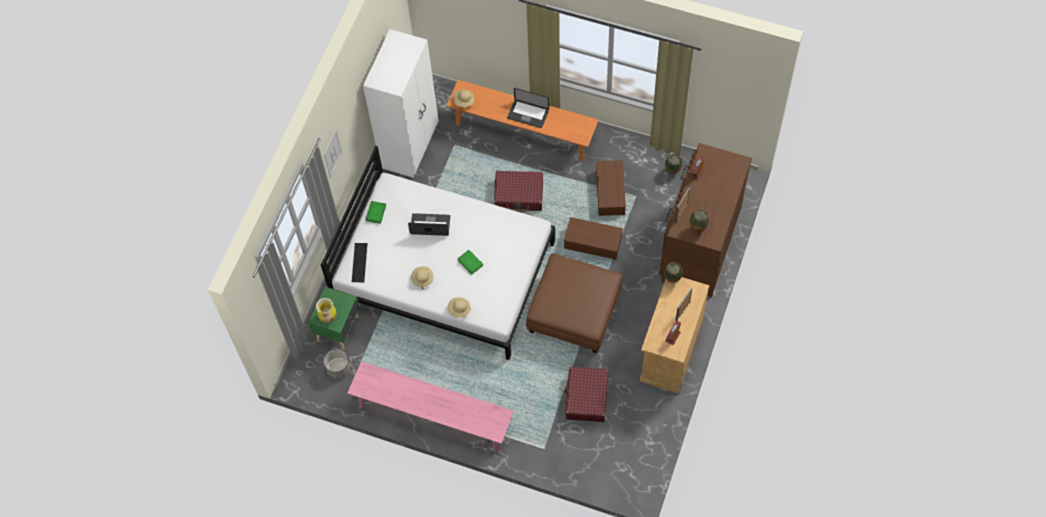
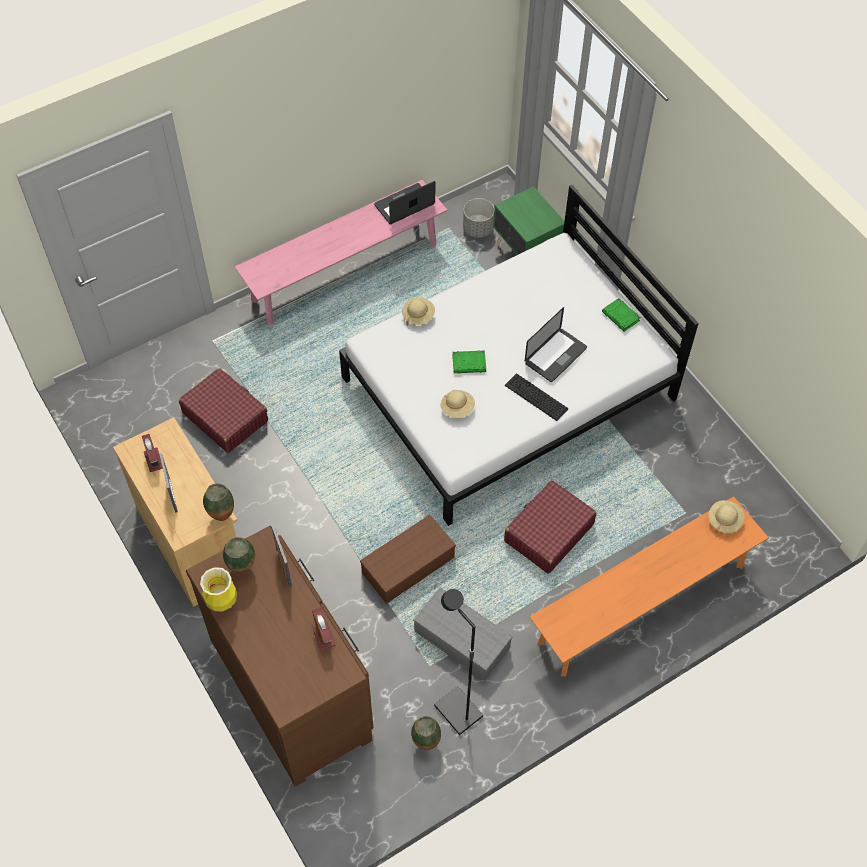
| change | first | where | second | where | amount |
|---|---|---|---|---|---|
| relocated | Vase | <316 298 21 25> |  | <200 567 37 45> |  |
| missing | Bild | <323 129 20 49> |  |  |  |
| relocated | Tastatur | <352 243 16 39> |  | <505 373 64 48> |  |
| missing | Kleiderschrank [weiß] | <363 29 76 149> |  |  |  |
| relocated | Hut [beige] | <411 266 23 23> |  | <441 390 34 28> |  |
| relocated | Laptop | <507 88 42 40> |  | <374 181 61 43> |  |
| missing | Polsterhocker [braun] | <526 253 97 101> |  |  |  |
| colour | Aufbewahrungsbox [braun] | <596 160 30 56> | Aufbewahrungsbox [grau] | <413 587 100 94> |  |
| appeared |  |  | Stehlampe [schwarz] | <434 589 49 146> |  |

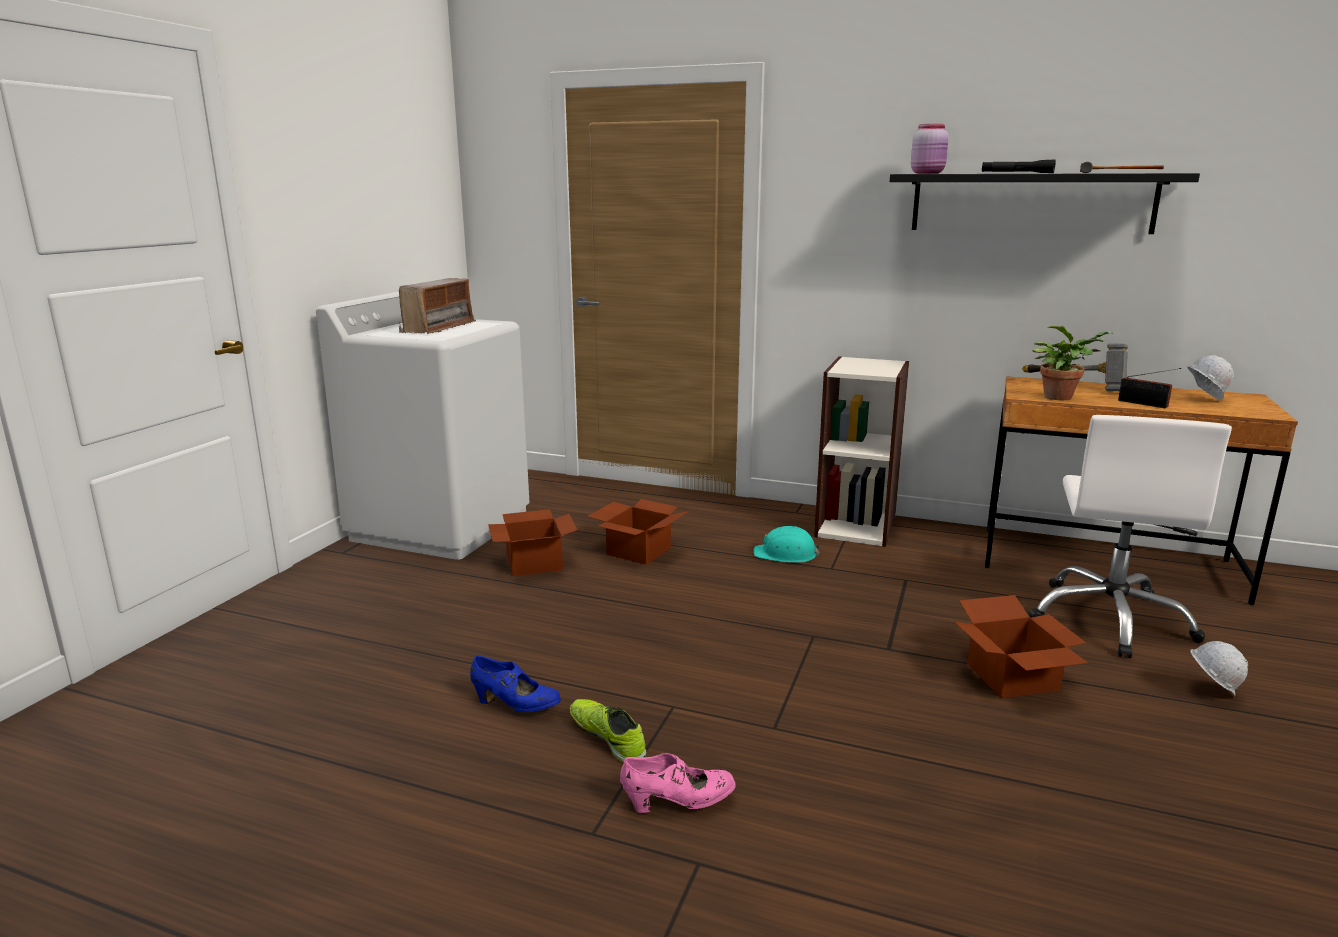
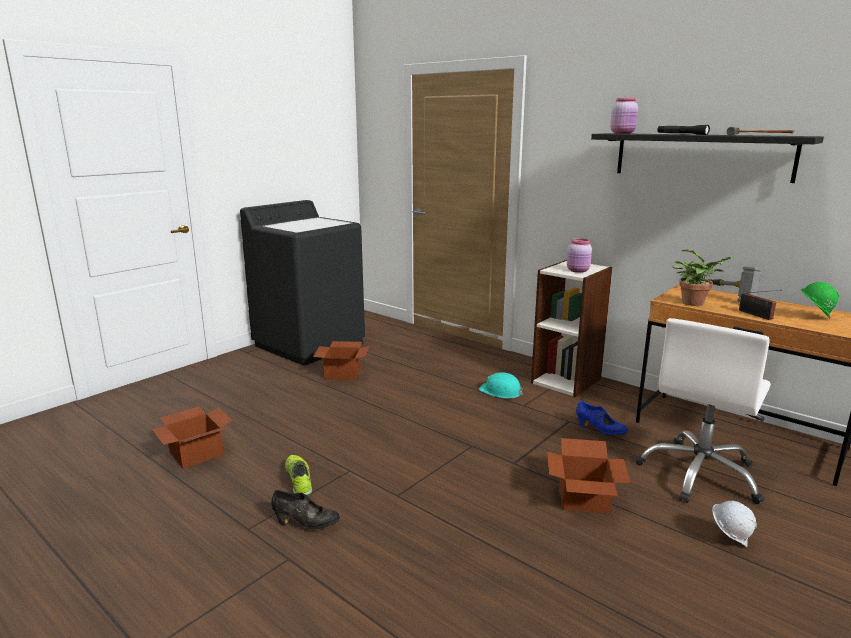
| change | first | where | second | where | amount |
|---|---|---|---|---|---|
| colour | Waschmaschine [weiß] | <316 292 214 268> | Waschmaschine [schwarz] | <240 200 125 165> |  |
| missing | Radio | <399 278 77 56> |  |  |  |
| relocated | Schuh [blau] | <470 656 91 56> |  | <576 401 52 34> |  |
| relocated | Karton | <587 499 102 66> |  | <151 407 82 62> |  |
| colour | Schuh [rosa] | <620 753 116 60> | Schuh [schwarz] | <272 490 68 40> |  |
| colour | Schutzhelm [weiß] | <1187 355 47 46> | Schutzhelm [grün] | <801 282 38 37> |  |
| appeared |  |  | Vorratsglas [rosa] | <567 238 25 35> |  |

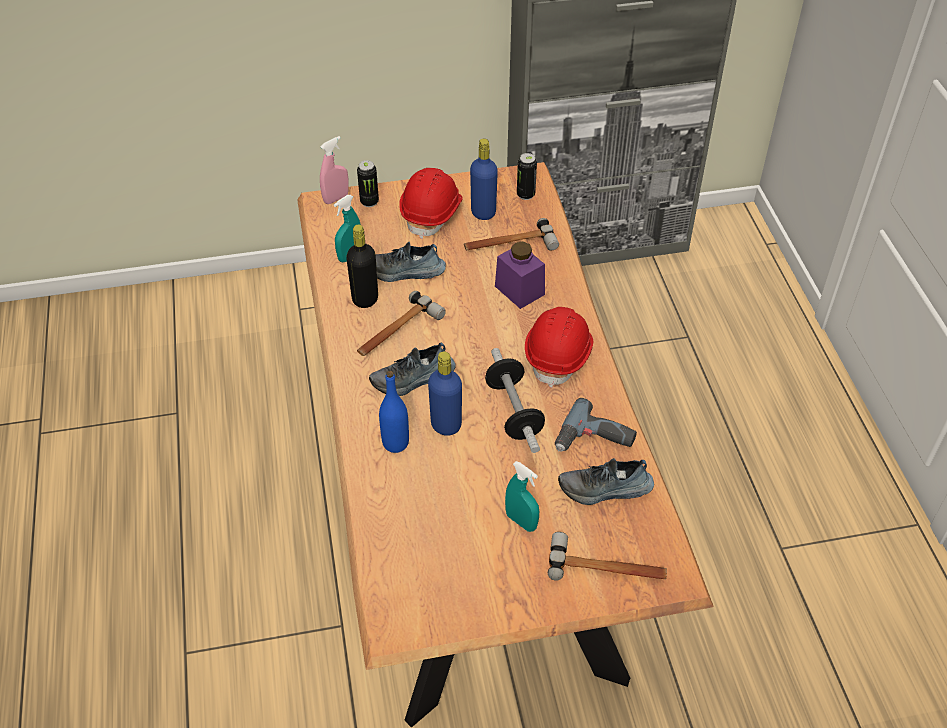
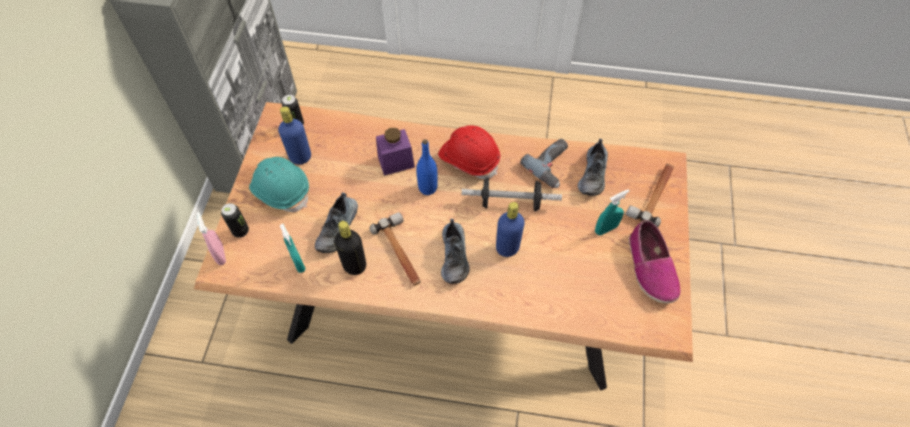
| change | first | where | second | where | amount |
|---|---|---|---|---|---|
| relocated | Flasche [blau] | <379 371 30 82> |  | <416 139 22 56> |  |
| colour | Schutzhelm [rot] | <399 168 64 71> | Schutzhelm [türkis] | <249 157 60 55> |  |
| missing | Hammer | <464 218 95 33> |  |  |  |
| appeared |  |  | Schuh | <628 220 53 83> |  |

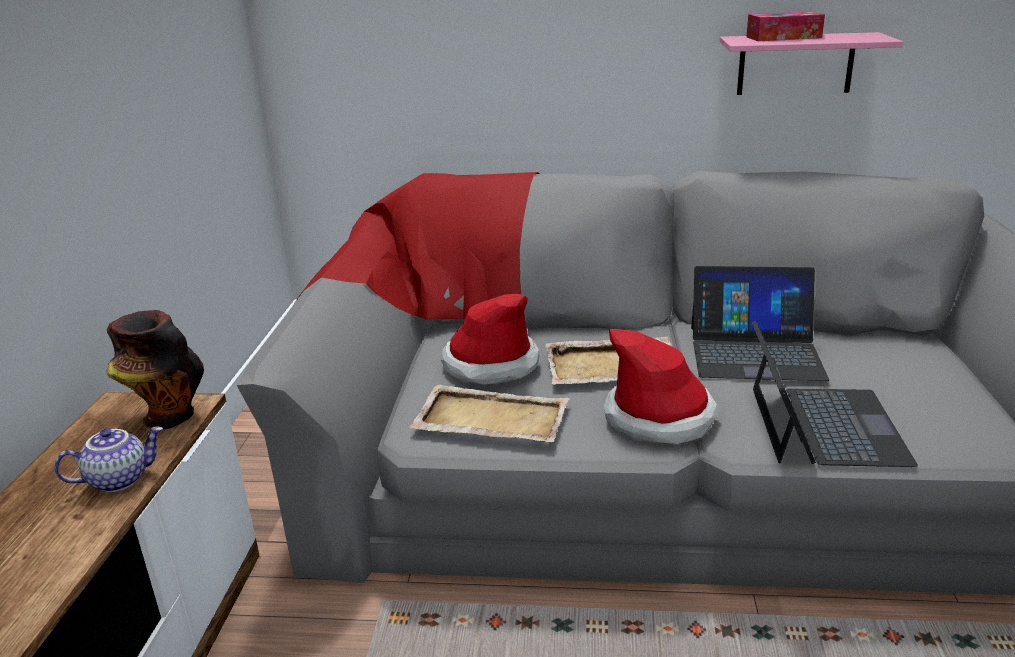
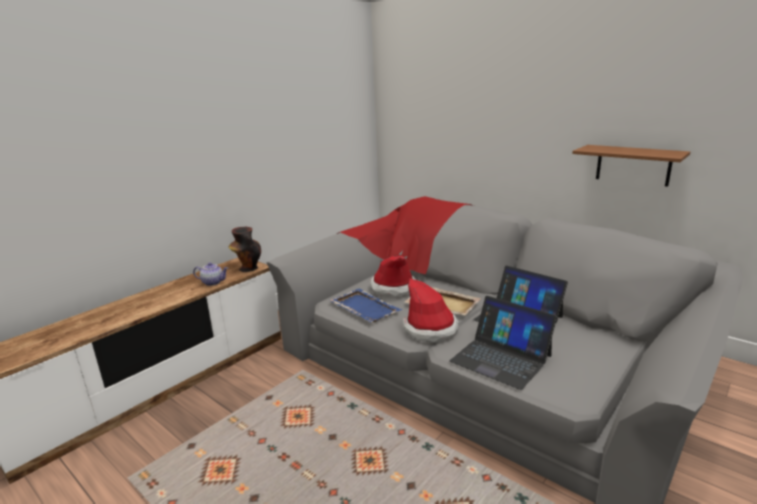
| change | first | where | second | where | amount |
|---|---|---|---|---|---|
| colour | Tablett [beige] | <409 385 160 57> | Tablett [blau] | <329 288 73 34> |  |
| colour | Wandregal [rosa] | <719 32 184 63> | Wandregal [braun] | <572 145 118 42> |  |
| missing | Taschentuchbox | <747 11 78 30> |  |  |  |
| spun | Laptop | <752 321 166 146> |  | <450 296 107 94> | 90 degrees clockwise |

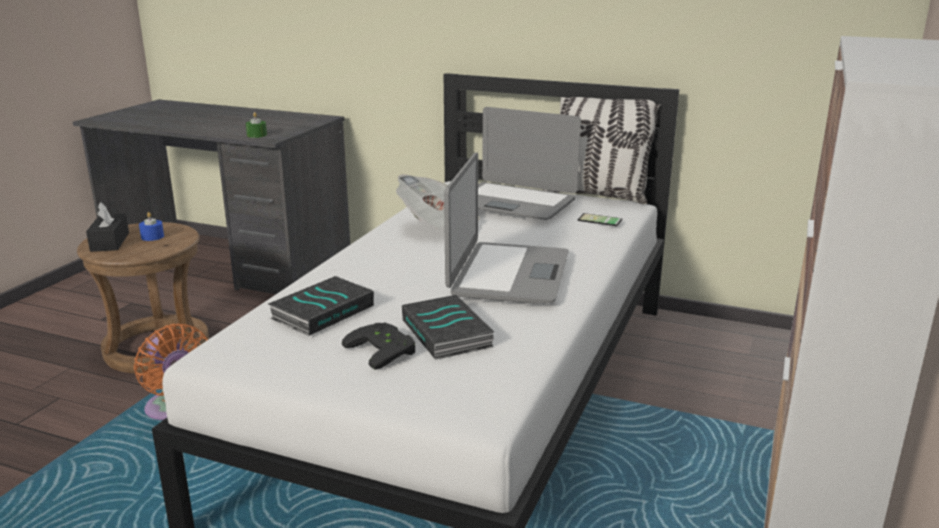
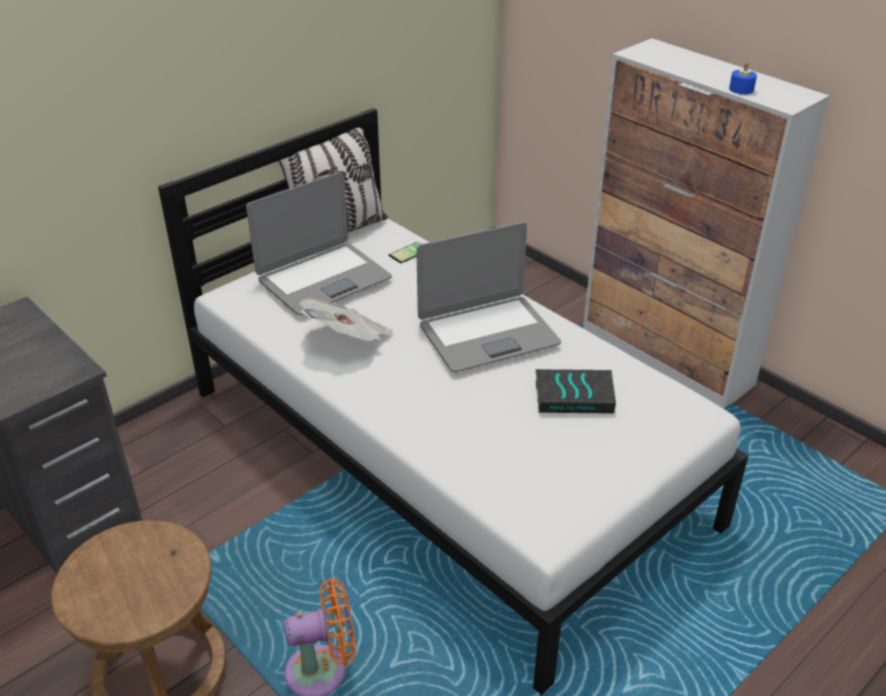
| change | first | where | second | where | amount |
|---|---|---|---|---|---|
| missing | Taschentuchbox [schwarz] | <86 202 43 50> |  |  |  |
| relocated | Kerze [blau] | <139 212 25 29> |  | <729 61 28 33> |  |
| missing | Kerze [grün] | <246 112 21 26> |  |  |  |
| missing | Buch | <268 276 106 60> |  |  |  |
| missing | Gamepad [schwarz] | <342 322 73 48> |  |  |  |
| spun | Laptop | <444 153 125 151> |  | <416 222 145 150> | 120 degrees clockwise |

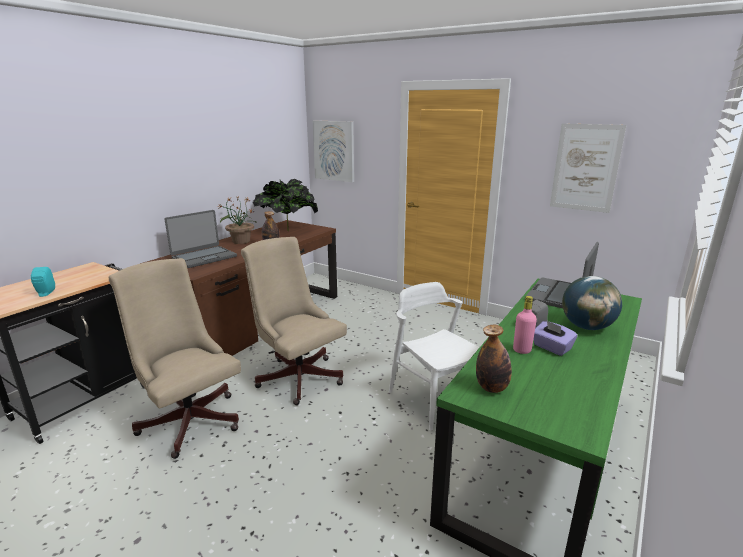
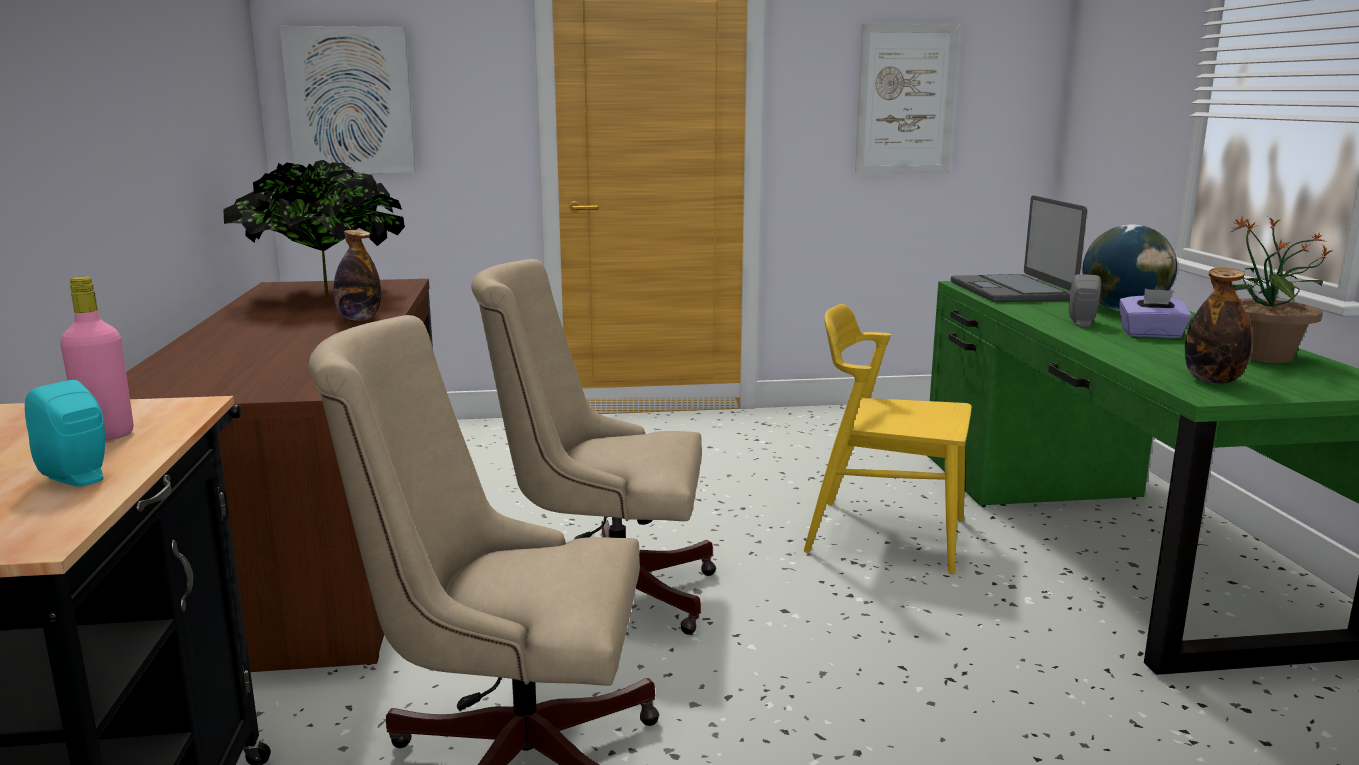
| change | first | where | second | where | amount |
|---|---|---|---|---|---|
| missing | Laptop | <164 210 73 58> |  |  |  |
| relocated | Topfpflanze | <218 196 38 48> |  | <1229 216 105 147> |  |
| colour | Stuhl [weiß] | <389 282 91 149> | Stuhl [gelb] | <804 304 168 270> |  |
| relocated | Flasche [rosa] | <513 296 24 58> |  | <60 276 73 165> |  |

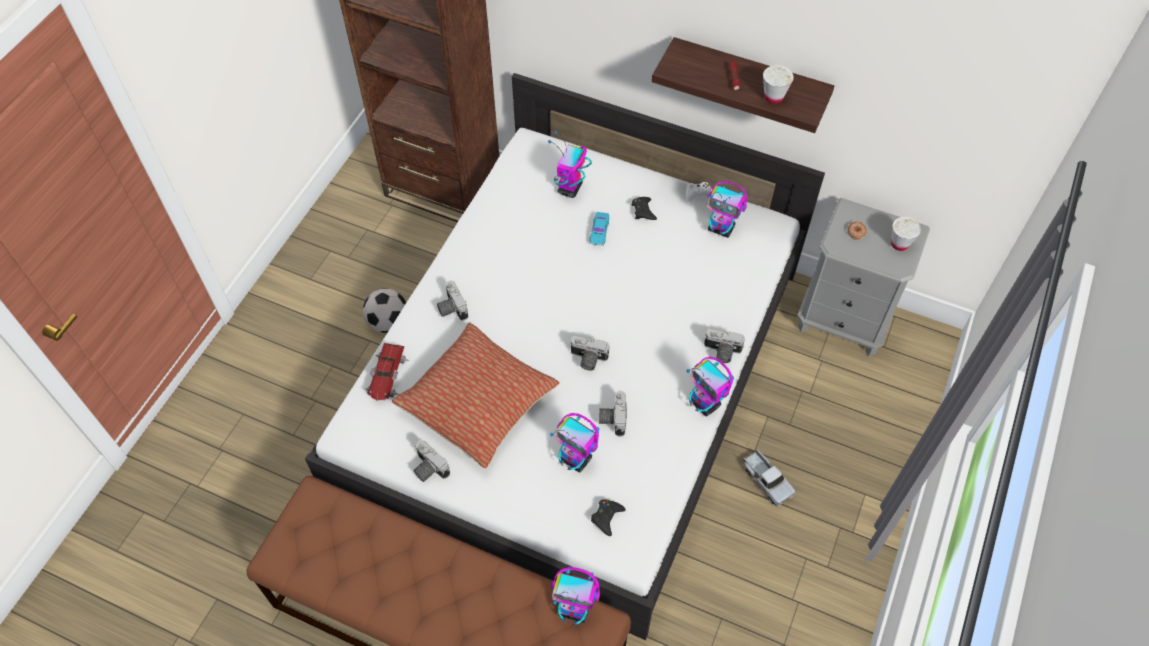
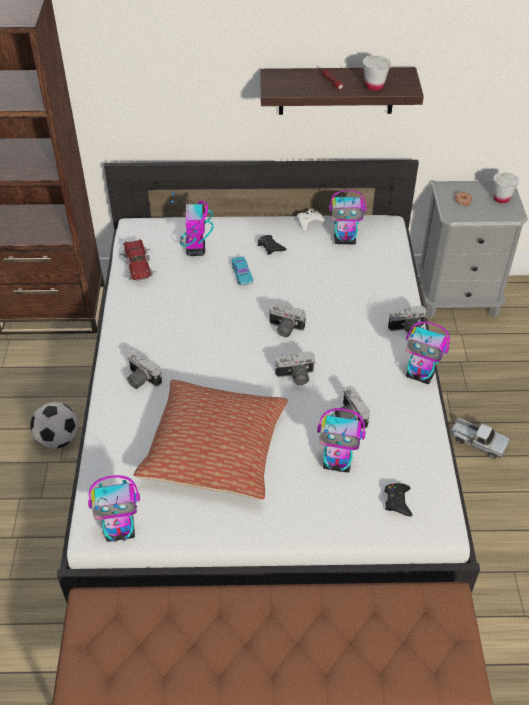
| change | first | where | second | where | amount |
|---|---|---|---|---|---|
| relocated | Spielzeugauto | <363 343 47 57> |  | <119 239 38 42> |  |
| relocated | Kamera | <413 440 37 42> |  | <268 304 38 33> |  |
| relocated | Spielzeugroboter | <551 567 49 58> |  | <88 475 52 67> |  |

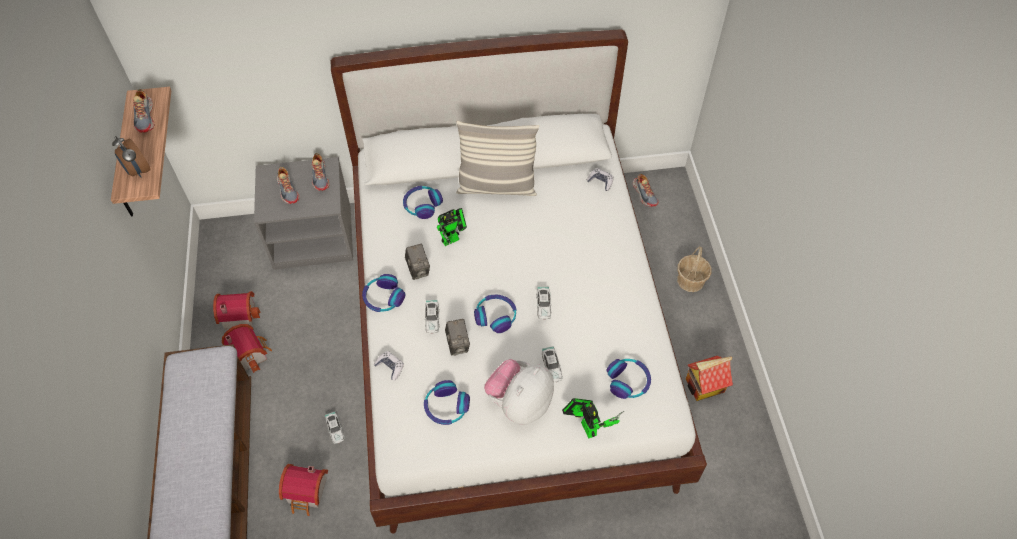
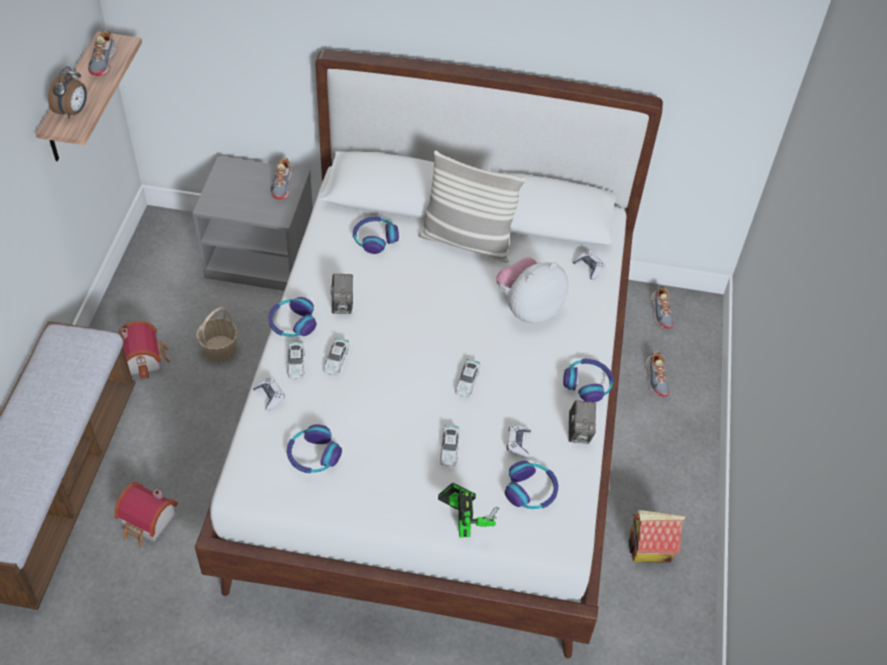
| change | first | where | second | where | amount |
|---|---|---|---|---|---|
| spun | Wecker | <112 136 39 41> |  | <48 66 39 53> | 135 degrees counterclockwise |
| missing | Spielzeughaus | <213 291 47 38> |  |  |  |
| relocated | Schuh | <277 167 22 37> |  | <645 351 25 46> |  |
| relocated | Spielzeugauto | <325 412 20 32> |  | <286 342 19 37> |  |
| missing | Spielzeugroboter | <437 208 30 38> |  |  |  |
| relocated | Kamera | <445 319 25 37> |  | <569 400 27 44> |  |
| relocated | Kopfhörer | <474 295 43 38> |  | <563 359 51 43> |  |
| relocated | Plüschtier | <484 359 70 66> |  | <496 257 72 66> |  |
| relocated | Korb | <677 246 34 46> |  | <196 307 42 56> |  |
| appeared |  |  | Gamepad | <507 425 24 33> |  |

